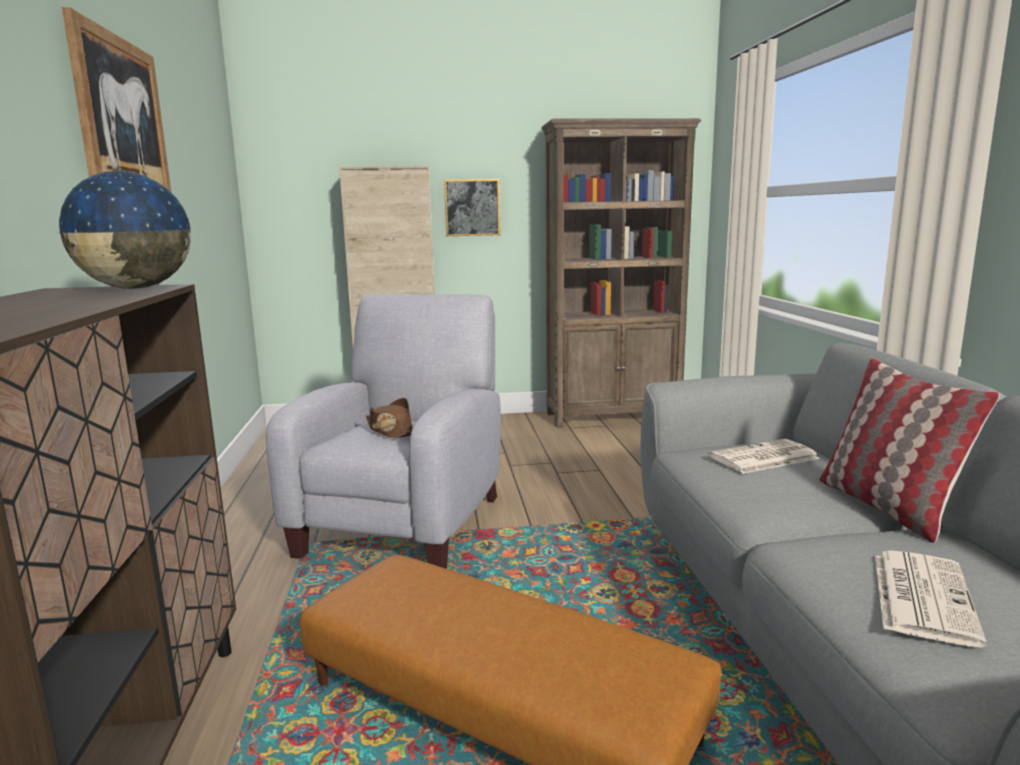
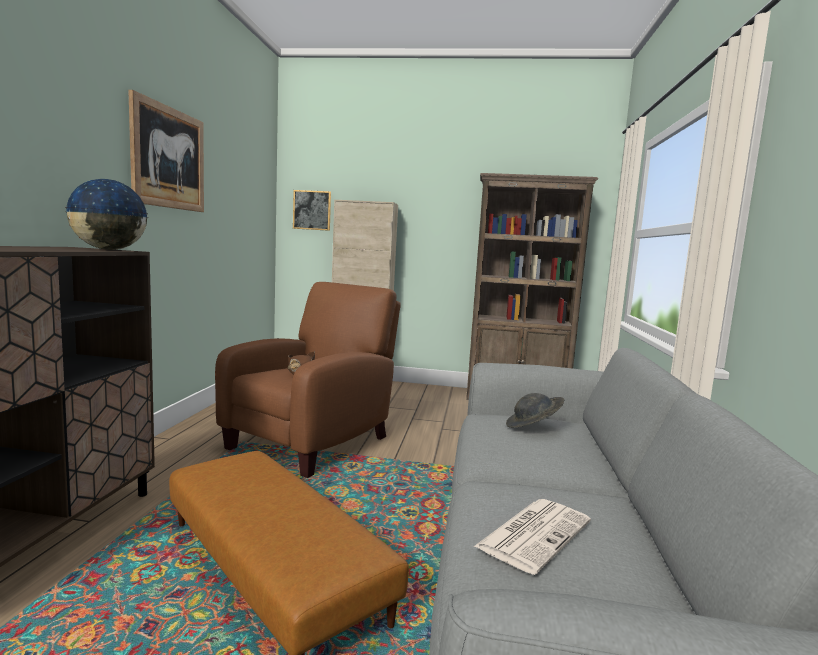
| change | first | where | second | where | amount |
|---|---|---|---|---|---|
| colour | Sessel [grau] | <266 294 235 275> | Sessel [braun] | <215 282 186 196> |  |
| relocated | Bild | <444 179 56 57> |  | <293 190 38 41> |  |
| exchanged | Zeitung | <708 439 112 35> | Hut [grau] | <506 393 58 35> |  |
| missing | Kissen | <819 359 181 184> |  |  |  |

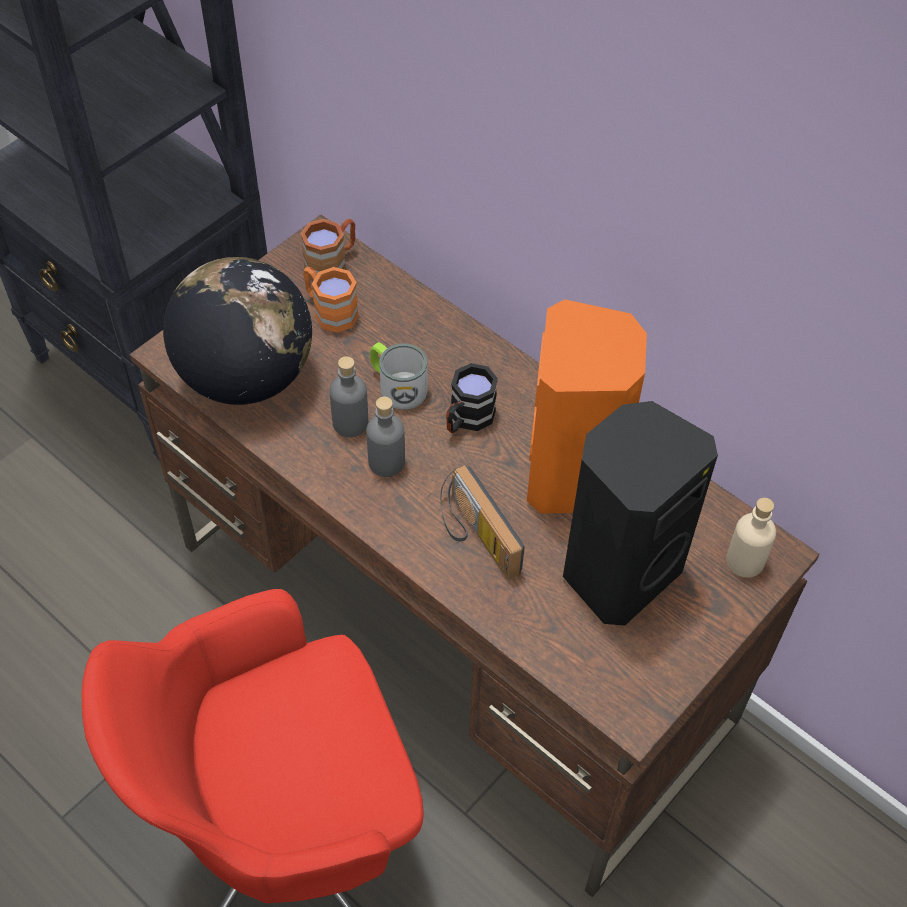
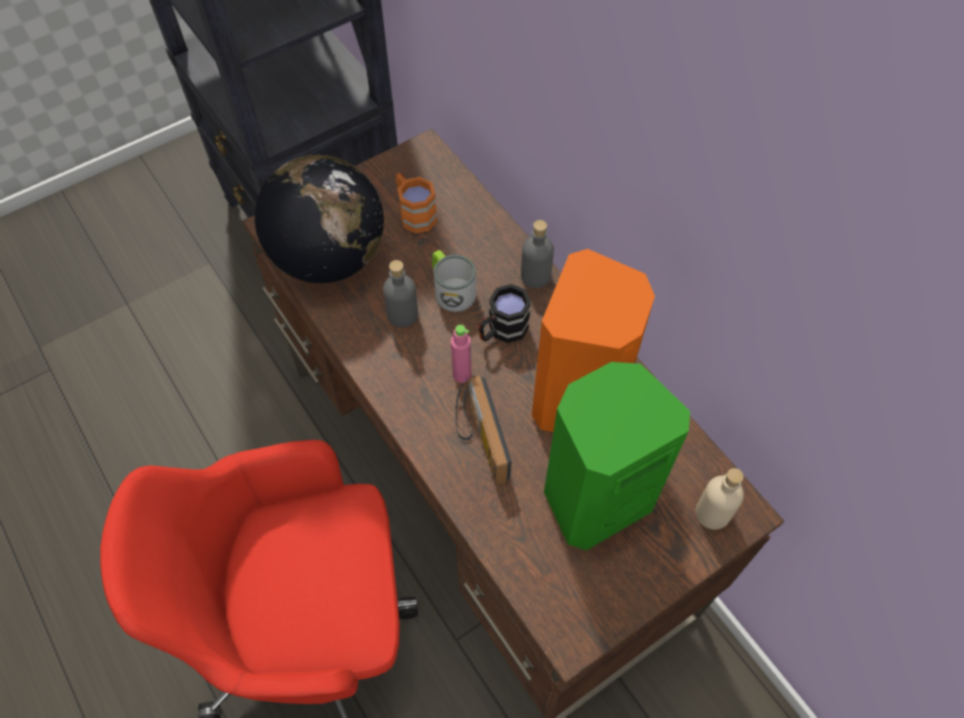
| change | first | where | second | where | amount |
|---|---|---|---|---|---|
| missing | Henkelbecher [braun] | <300 219 55 61> |  |  |  |
| relocated | Flasche [grau] | <366 397 39 80> |  | <521 220 33 68> |  |
| colour | Lautsprecher [schwarz] | <563 401 155 225> | Lautsprecher [grün] | <544 362 146 189> |  |
| appeared |  |  | Flasche [rosa] | <451 325 20 58> |  |

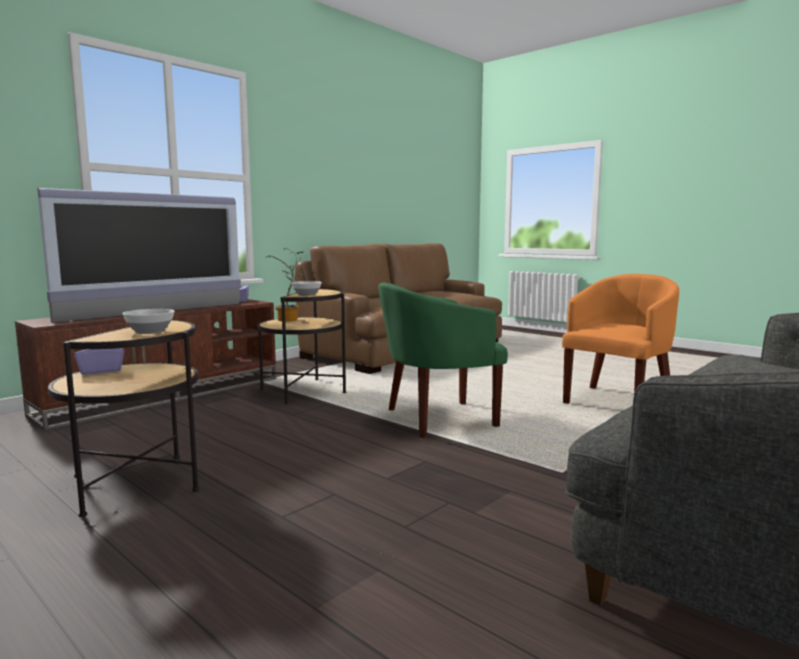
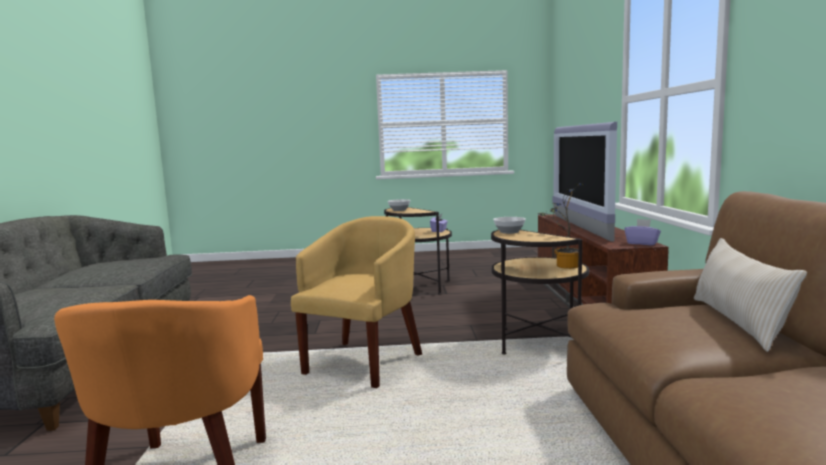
| change | first | where | second | where | amount |
|---|---|---|---|---|---|
| colour | Sessel [grün] | <378 282 130 156> | Sessel [gelb] | <291 216 131 172> |  |
| appeared |  |  | Kissen [beige] | <694 238 113 114> |  |

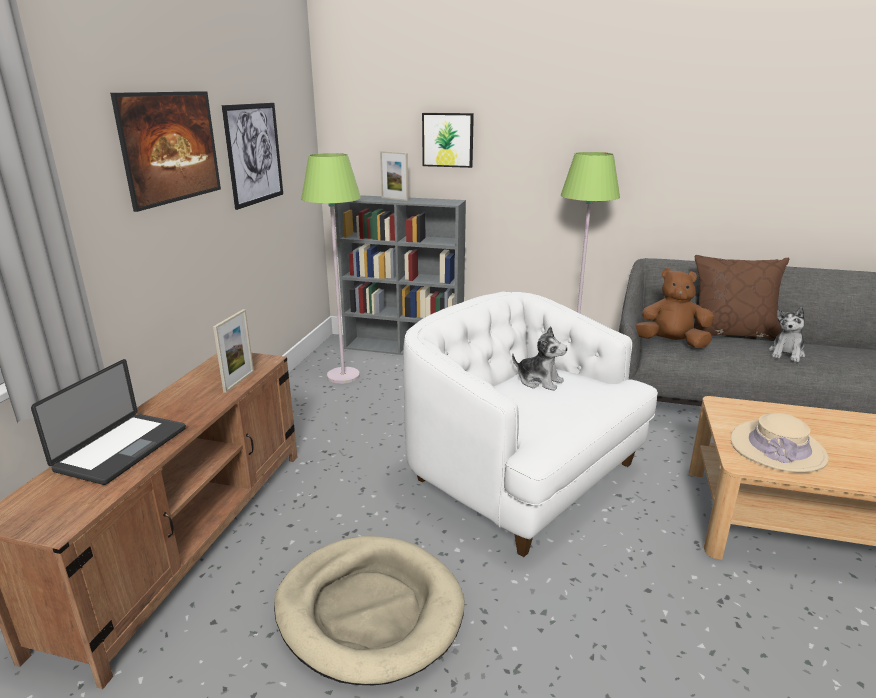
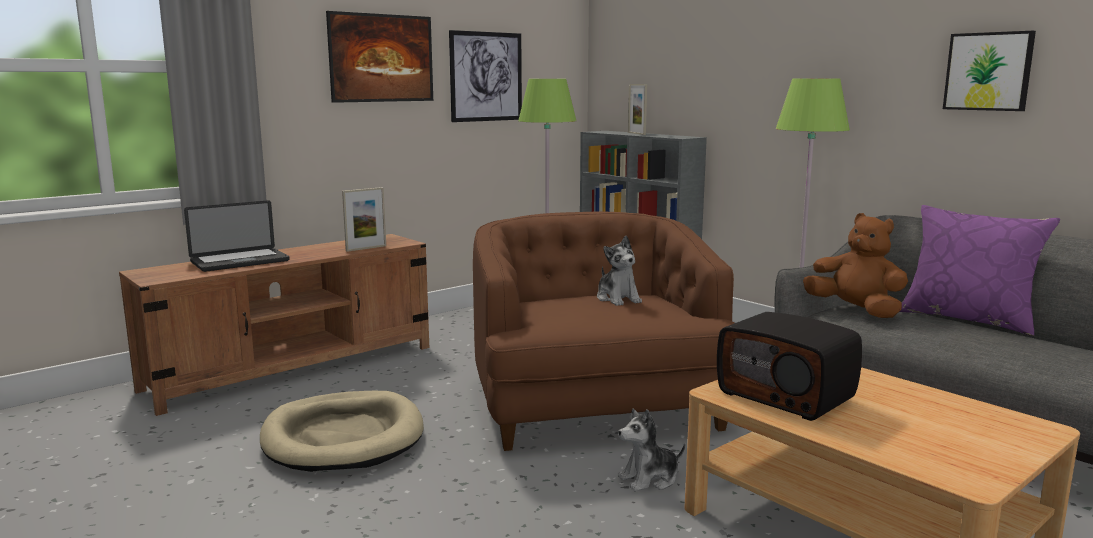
| change | first | where | second | where | amount |
|---|---|---|---|---|---|
| colour | Sessel [weiß] | <403 292 255 265> | Sessel [braun] | <473 211 262 240> |  |
| relocated | Bild | <422 113 52 55> |  | <943 31 93 80> |  |
| colour | Kissen [braun] | <694 255 96 85> | Kissen [lila] | <899 205 161 131> |  |
| exchanged | Hut [beige] | <731 413 98 60> | Radio | <717 312 145 109> |  |
| relocated | Plüschtier | <769 307 36 55> |  | <618 408 67 84> |  |

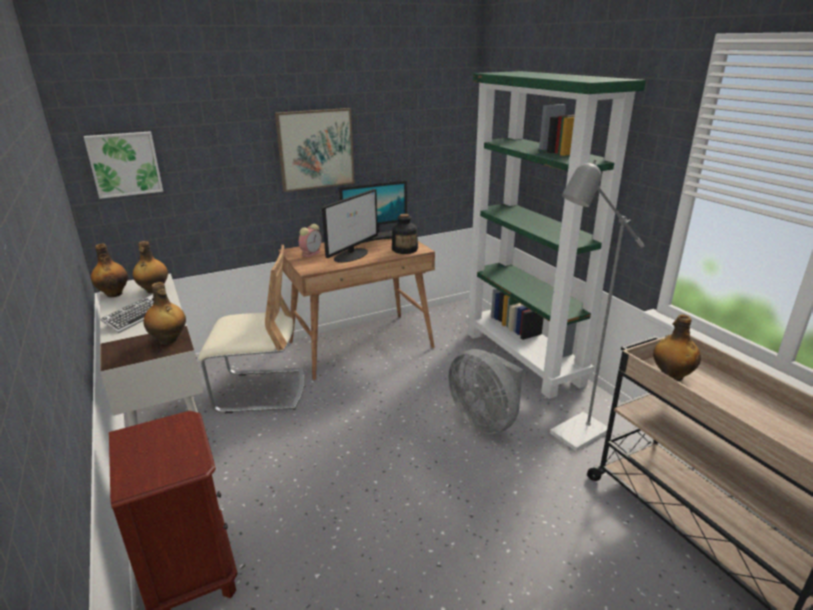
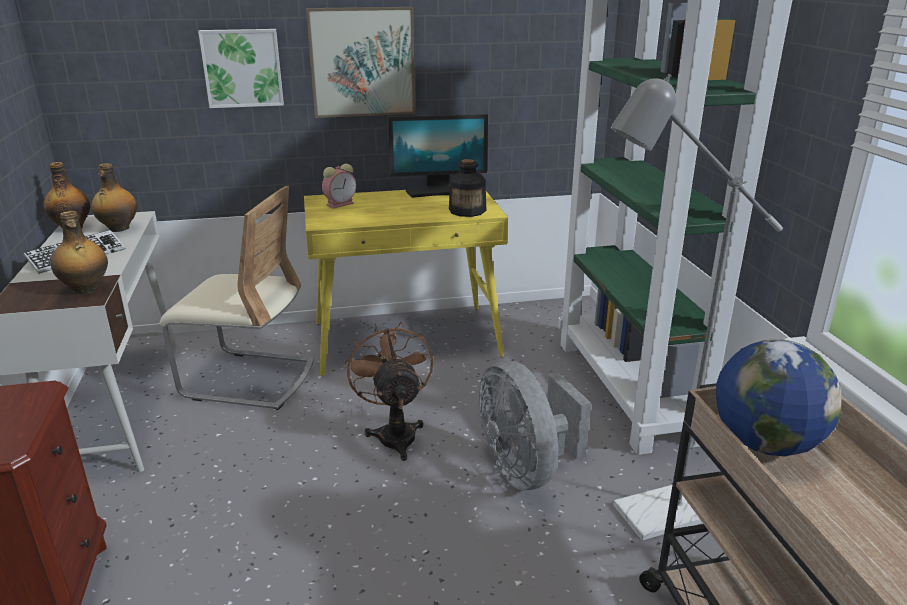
| change | first | where | second | where | amount |
|---|---|---|---|---|---|
| relocated | Bild | <84 131 79 68> |  | <198 29 86 79> |  |
| colour | Schreibtisch [braun] | <279 239 156 142> | Schreibtisch [gelb] | <304 190 204 186> |  |
| missing | Monitor | <322 189 56 74> |  |  |  |
| exchanged | Flasche | <653 314 48 67> | Globus | <716 339 126 117> |  |
| appeared |  |  | Ventilator [braun] | <345 322 88 139> |  |

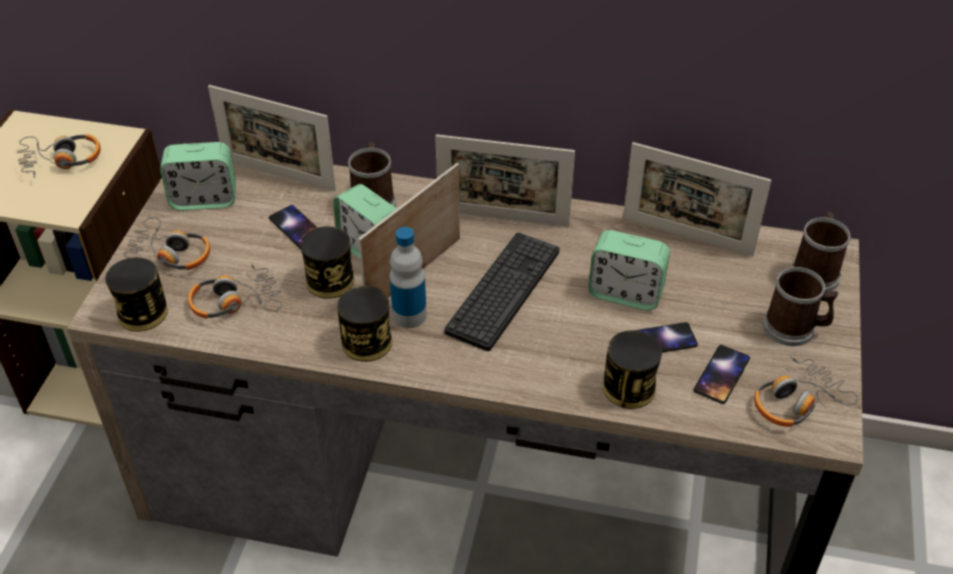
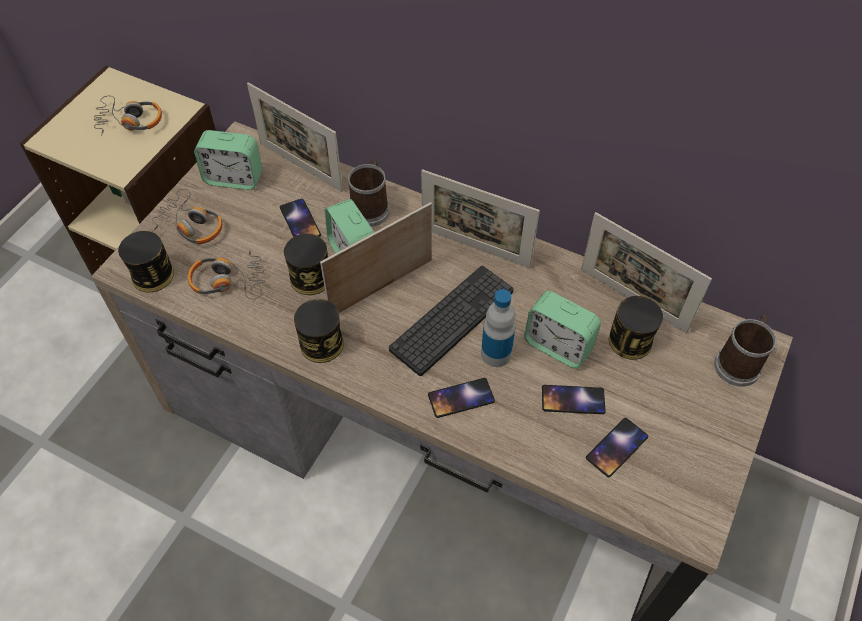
| change | first | where | second | where | amount |
|---|---|---|---|---|---|
| relocated | Flasche | <390 227 37 101> |  | <481 289 34 78> |  |
| relocated | Dose | <603 330 59 79> |  | <609 296 54 64> |  |
| missing | Kopfhörer | <754 356 104 71> |  |  |  |
| missing | Henkelbecher | <763 267 75 79> |  |  |  |
| appeared |  |  | Handy | <428 378 67 40> |  |

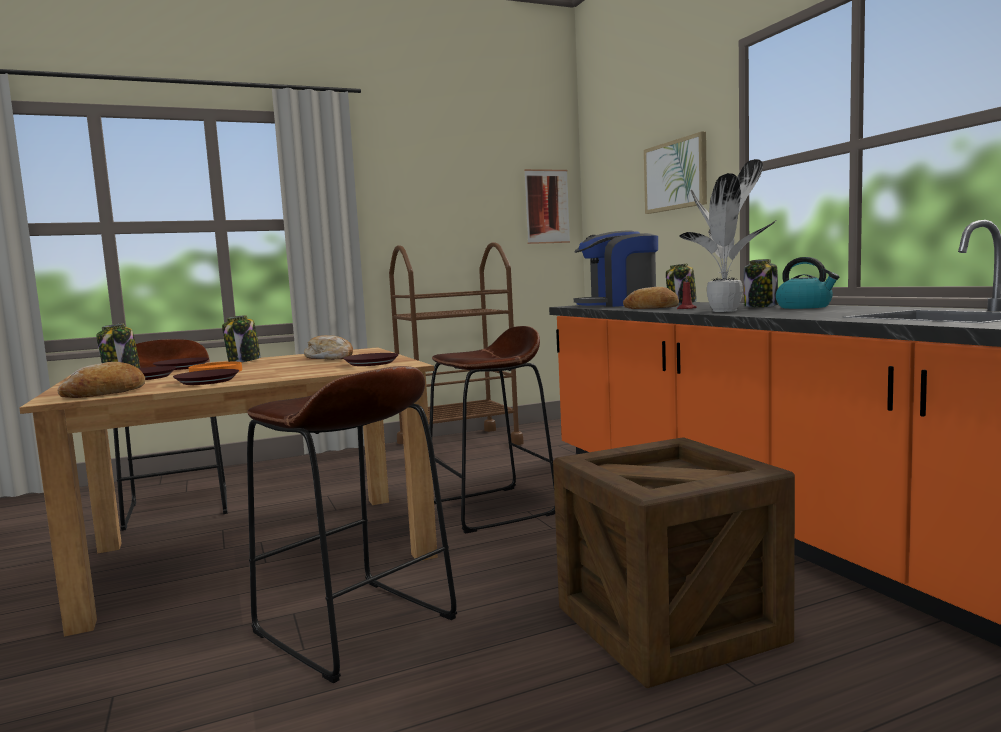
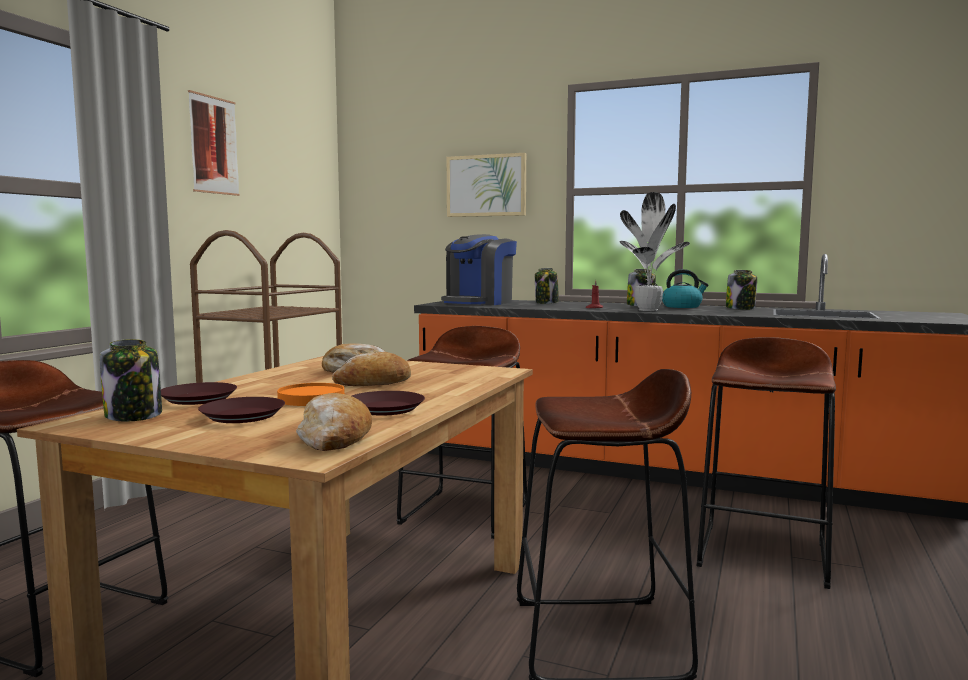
| change | first | where | second | where | amount |
|---|---|---|---|---|---|
| relocated | Vorratsglas | <222 315 39 47> |  | <726 270 31 40> |  |
| missing | Teller [braun] | <343 353 56 13> |  |  |  |
| relocated | Bild | <524 169 46 75> |  | <188 90 52 106> |  |
| exchanged | Kiste | <553 437 242 251> | Hocker [braun] | <697 337 139 252> |  |
| relocated | Brot | <623 287 56 22> |  | <332 352 79 34> |  |

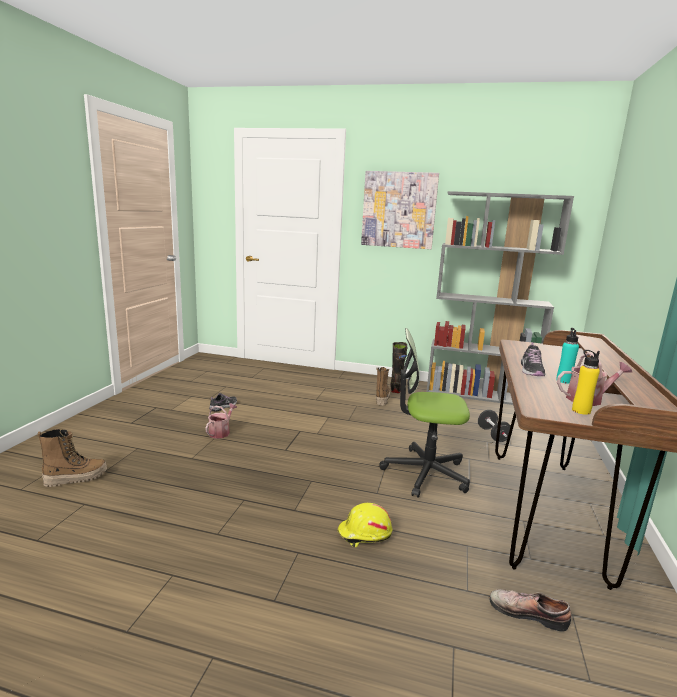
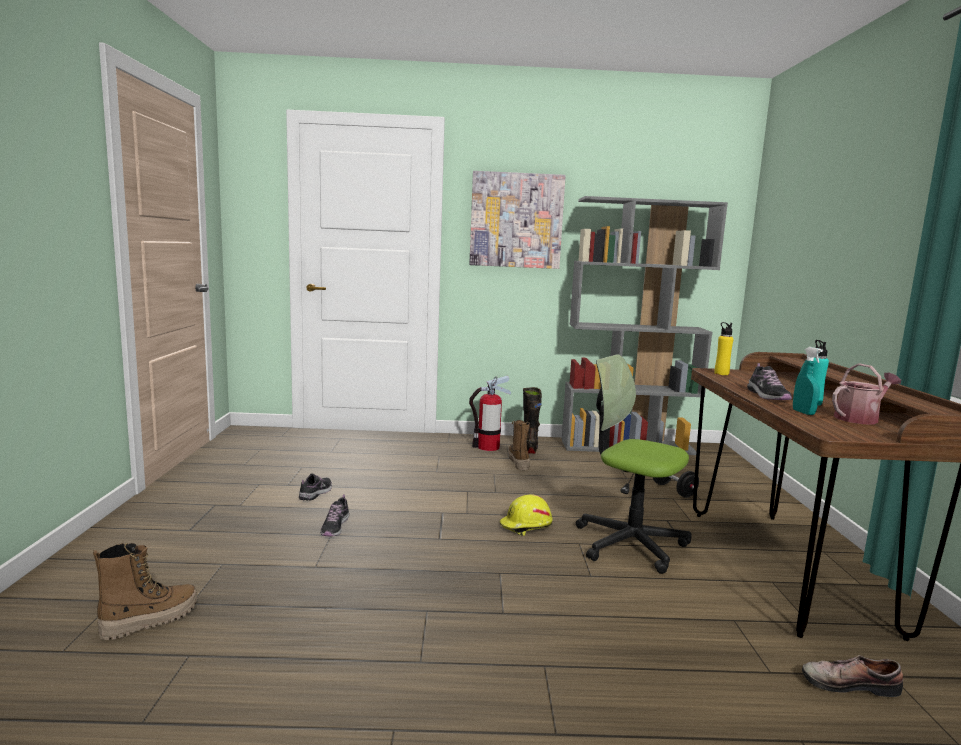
| change | first | where | second | where | amount |
|---|---|---|---|---|---|
| exchanged | Gießkanne | <205 404 32 35> | Schuh | <320 494 29 42> |  |
| relocated | Schutzhelm [gelb] | <337 503 55 44> |  | <500 494 53 42> |  |
| spun | Bürostuhl | <379 328 91 170> |  | <576 354 116 220> | 45 degrees clockwise |
| relocated | Flasche [gelb] | <572 350 28 65> |  | <714 322 19 53> |  |
| appeared |  |  | Feuerlöscher | <469 376 42 75> |  |
| appeared |  |  | Sprühflasche [türkis] | <793 347 30 68> |  |

